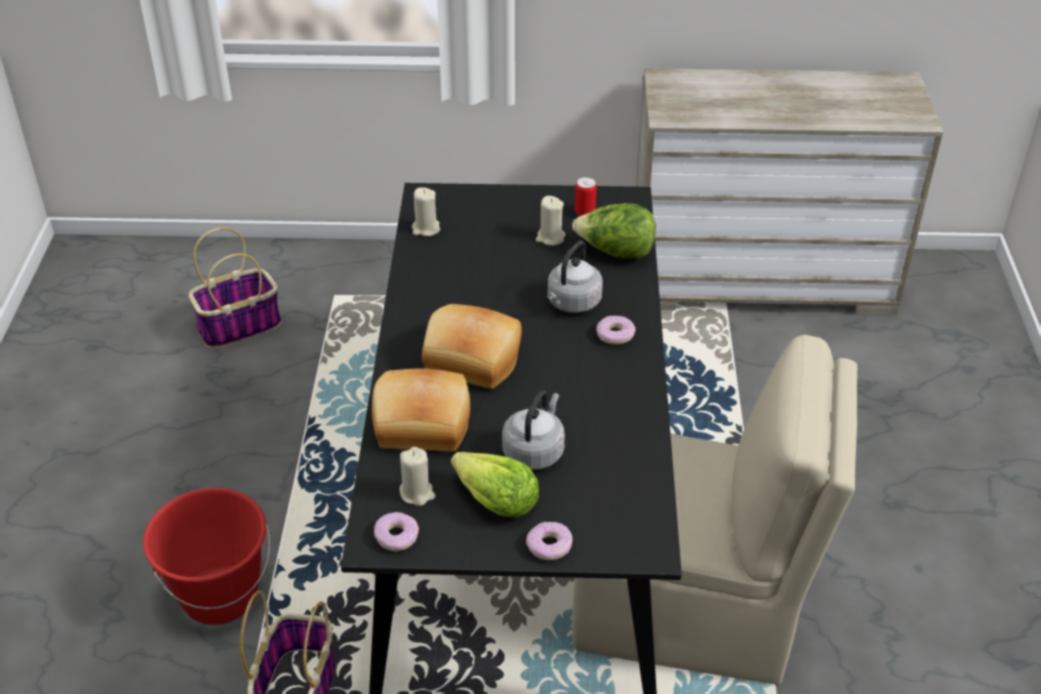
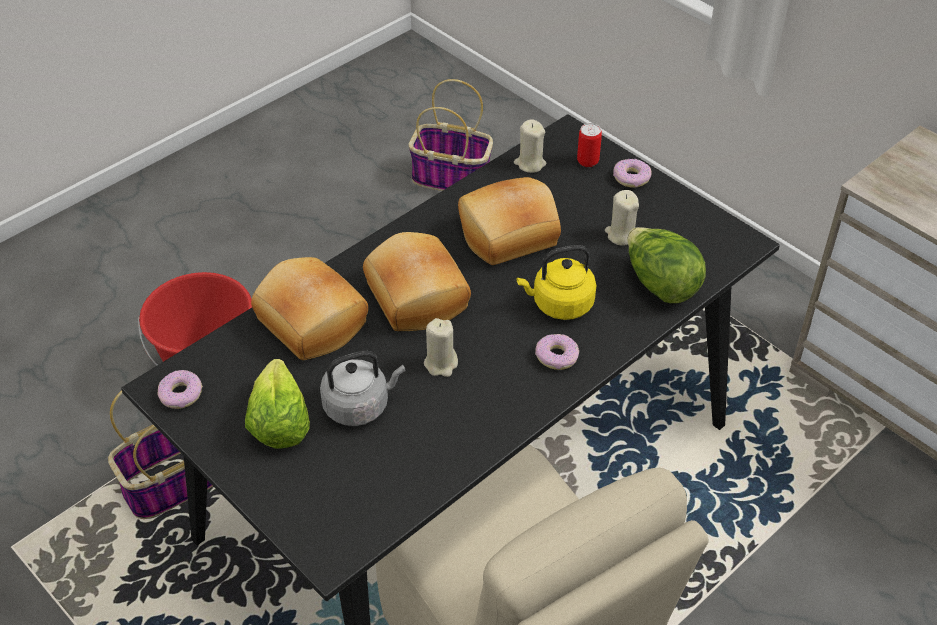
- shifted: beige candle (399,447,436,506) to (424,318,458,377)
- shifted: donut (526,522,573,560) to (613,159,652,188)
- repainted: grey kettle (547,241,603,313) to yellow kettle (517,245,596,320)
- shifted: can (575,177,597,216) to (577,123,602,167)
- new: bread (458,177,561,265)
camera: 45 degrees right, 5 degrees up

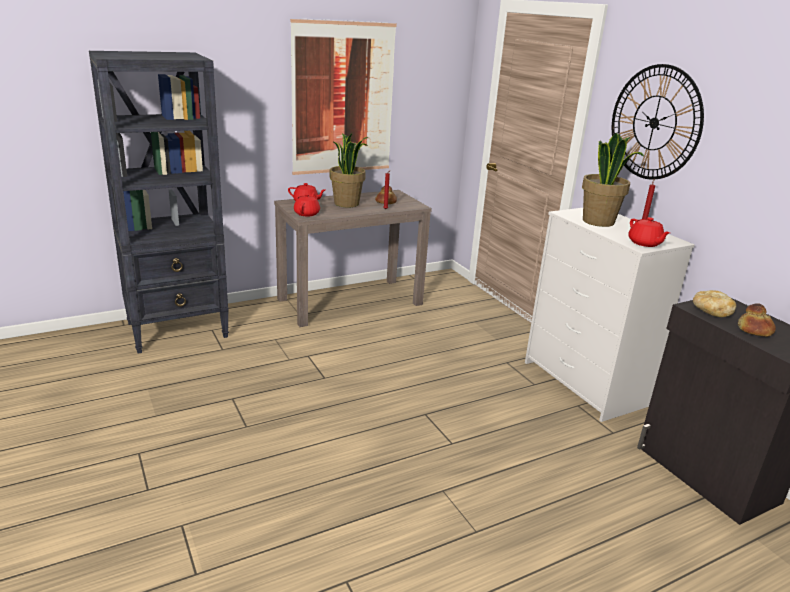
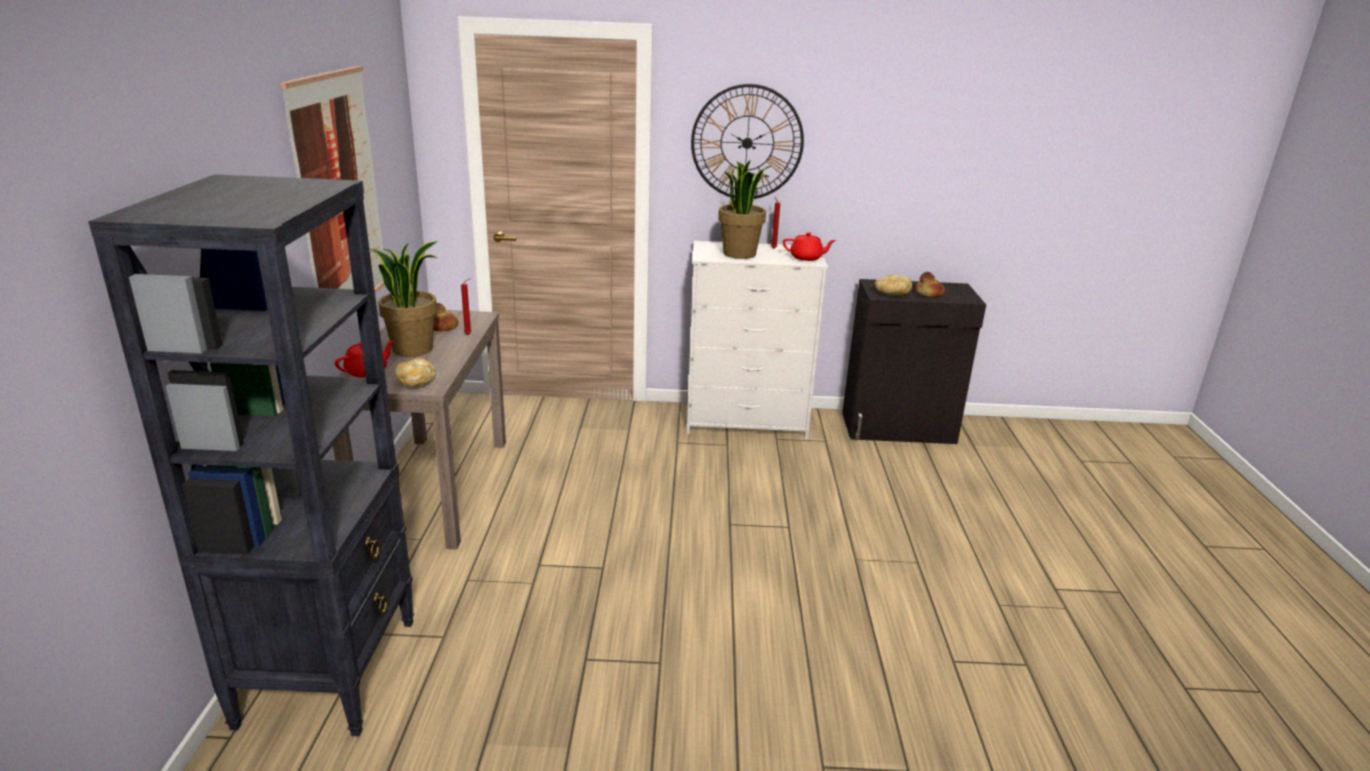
- swapped: red teapot (294,192,320,216) to bread (394,358,436,387)
camera: 60 degrees left, 0 degrees up

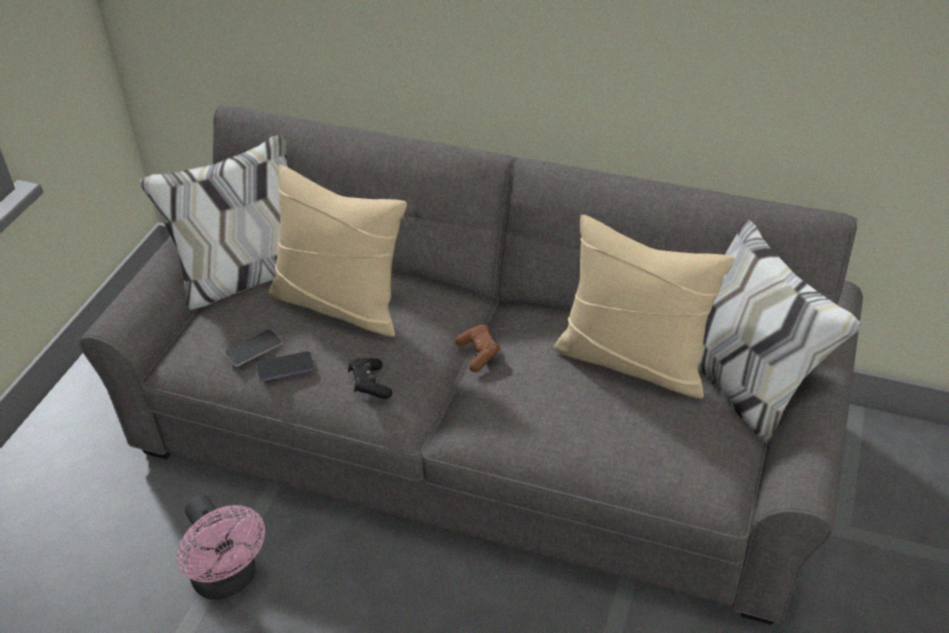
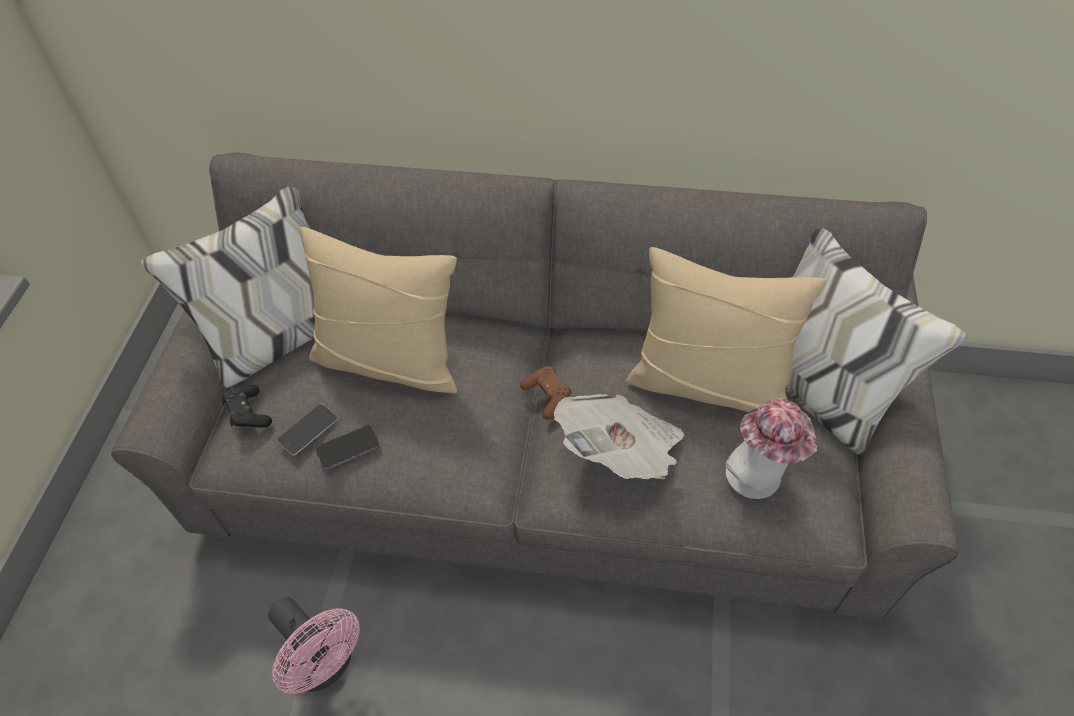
- shifted: black game controller (348,358,392,399) to (222,385,272,428)
- new: newspaper (554,394,684,479)
- new: hat (725,399,817,499)
camera: 10 degrees left, 10 degrees up

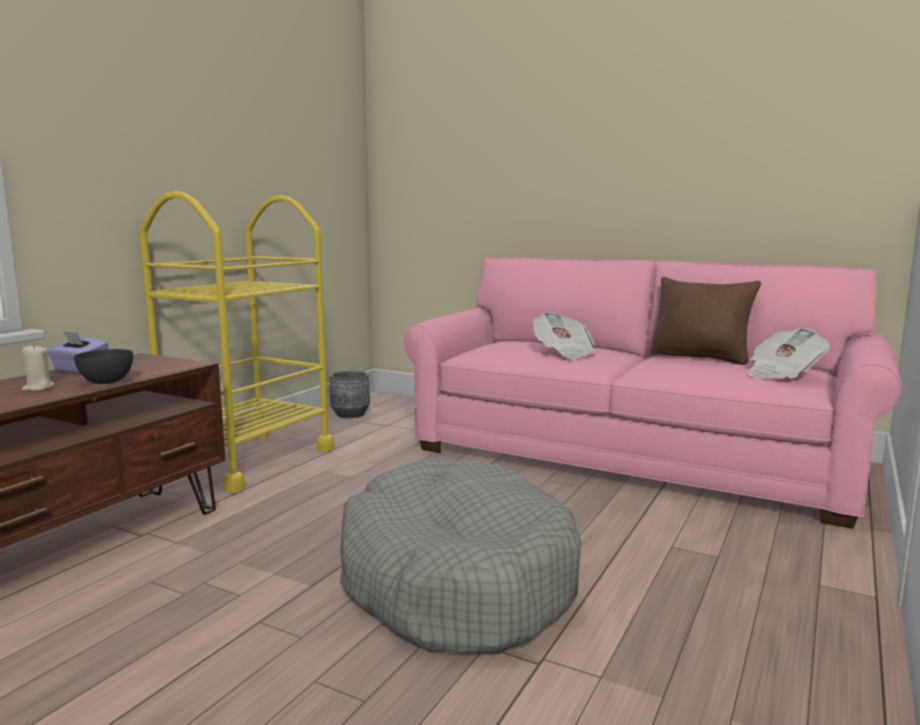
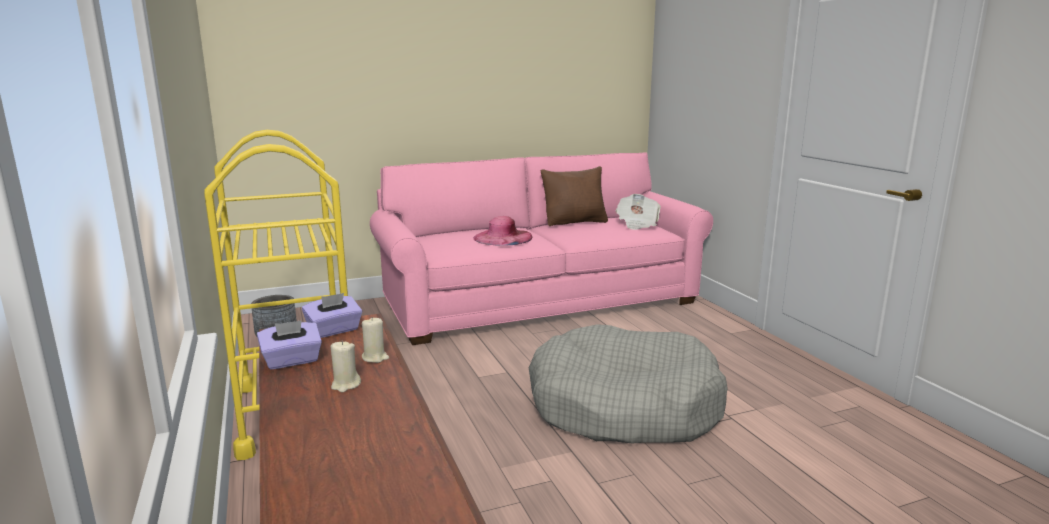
- swapped: grey bowl (74,349,133,384) to beige candle (362,317,389,363)
- swapped: newspaper (533,312,596,360) to pink hat (473,216,532,246)
- new: purple tissue box (302,293,362,338)
camera: 50 degrees left, 5 degrees up

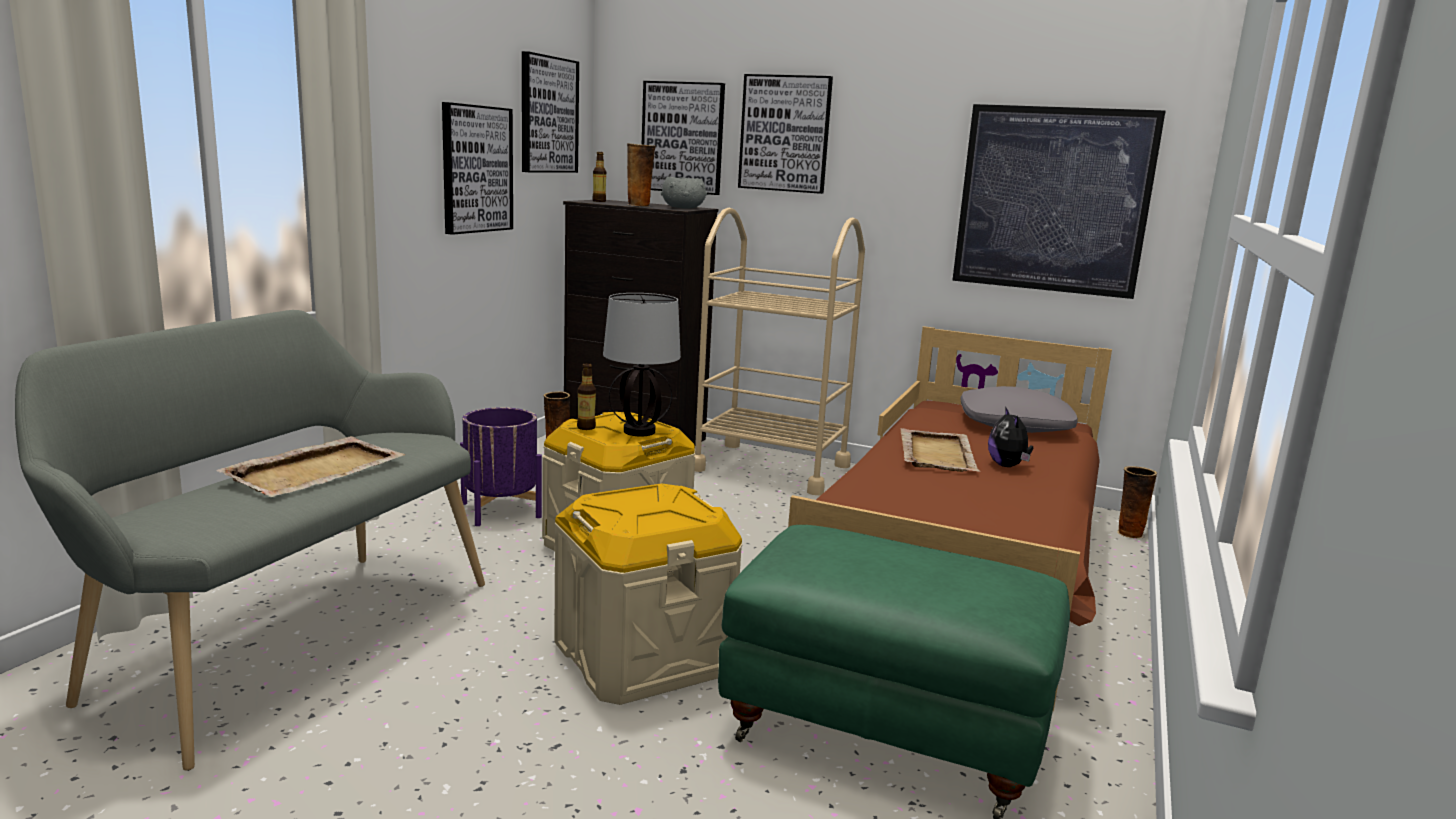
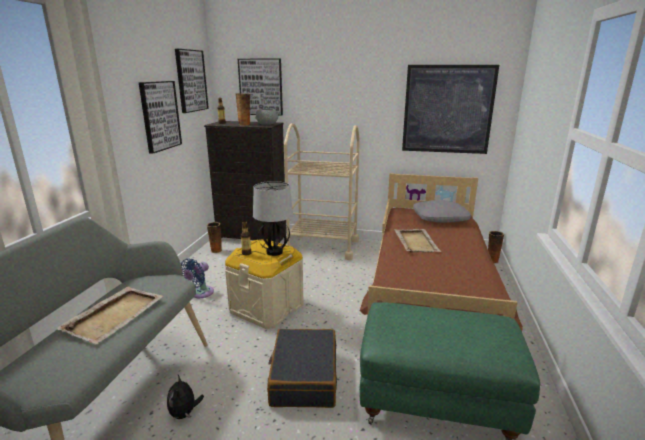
- swapped: purple planter (460,407,542,526) to blue fan (181,258,214,298)
- swapped: beige storage box (554,483,743,705) to black suitcase (267,329,337,408)
- gone: picture (738,74,833,194)
- shifted: plush toy (988,406,1033,467) to (167,375,204,419)
camera: 10 degrees left, 5 degrees up

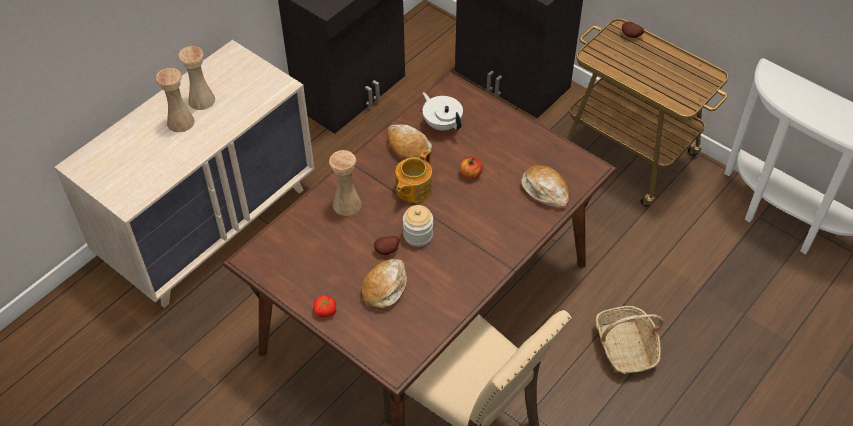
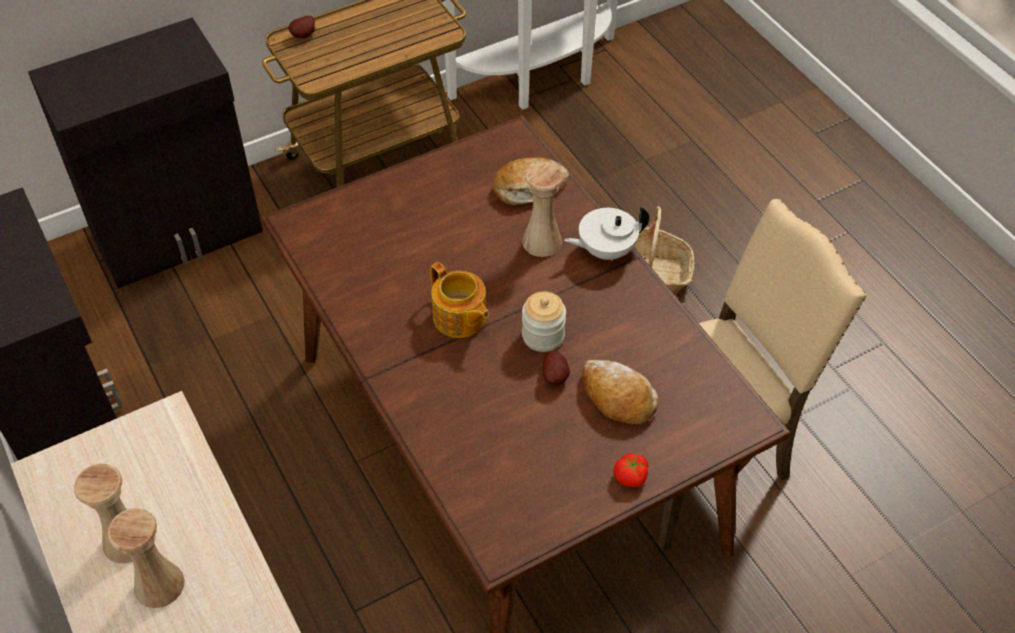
- shifted: beige vase (329,150,362,216) to (522,162,564,257)
- gone: bread (387,125,432,160)
- shifted: white teapot (423,92,463,131) to (564,207,649,261)
- gone: apple (460,157,483,179)
camera: 70 degrees left, 0 degrees up

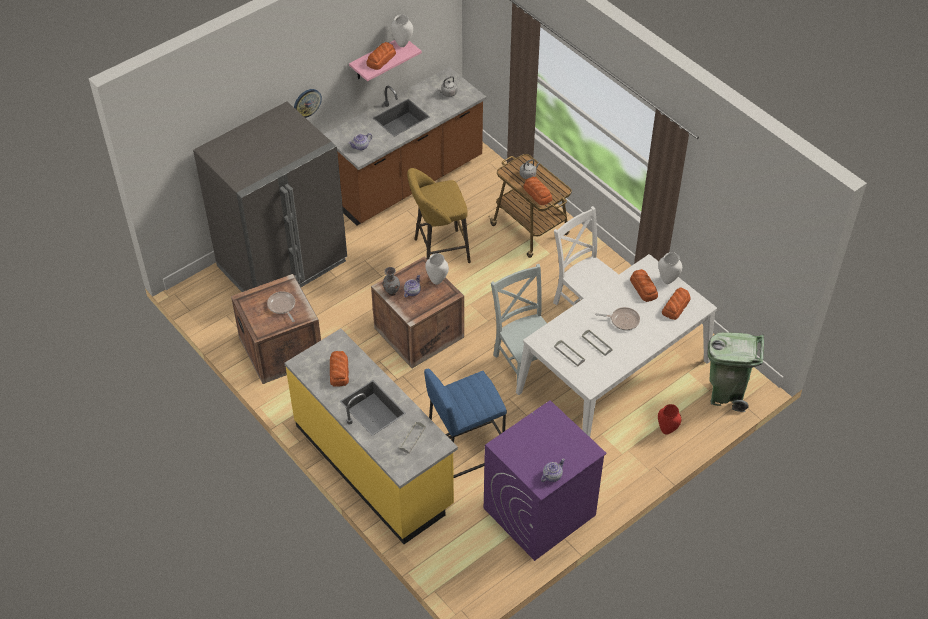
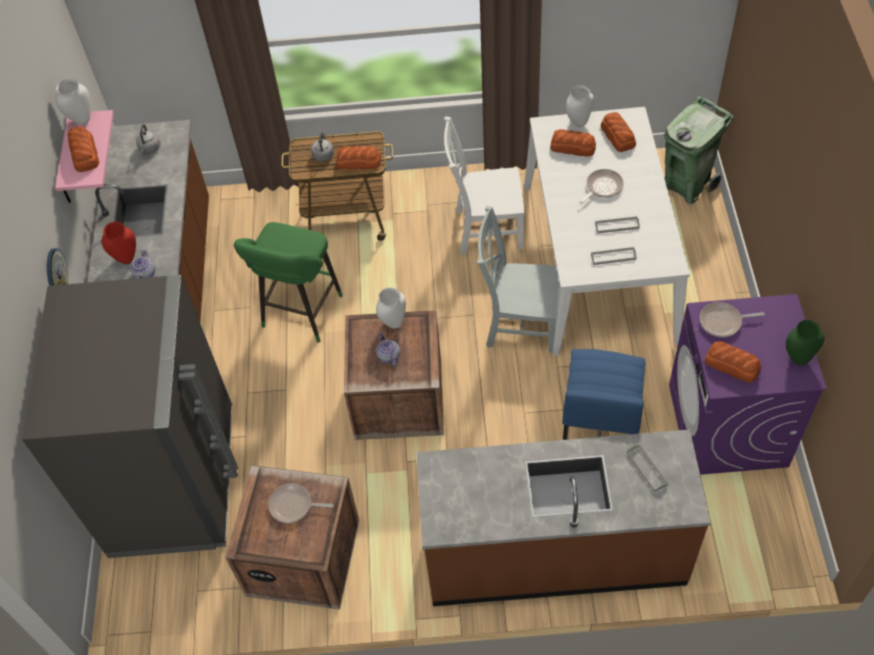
- repainted: yellow counter (285,329,458,544) to brown counter (416,429,711,606)
- shifted: bread (330,351,349,387) to (705,341,761,383)
- gone: grey vase (383,267,400,296)
- repainted: yellow stool (407,168,471,263) to green stool (234,222,343,343)
- swapped: teapot (541,459,565,482) to green vase (786,320,825,365)
- shifted: red vase (658,404,681,435) to (101,222,136,264)
- new: frying pan (700,302,765,337)
camera: 50 degrees left, 5 degrees up

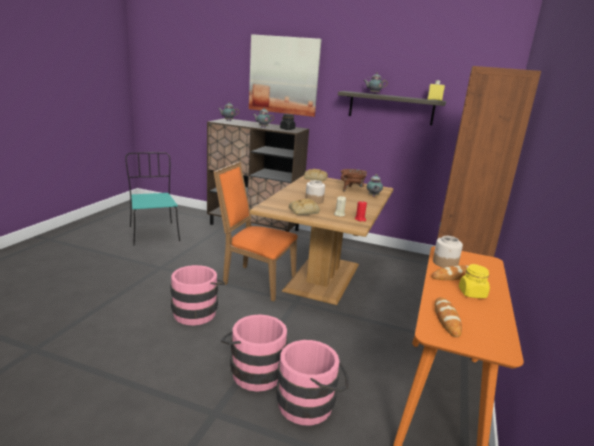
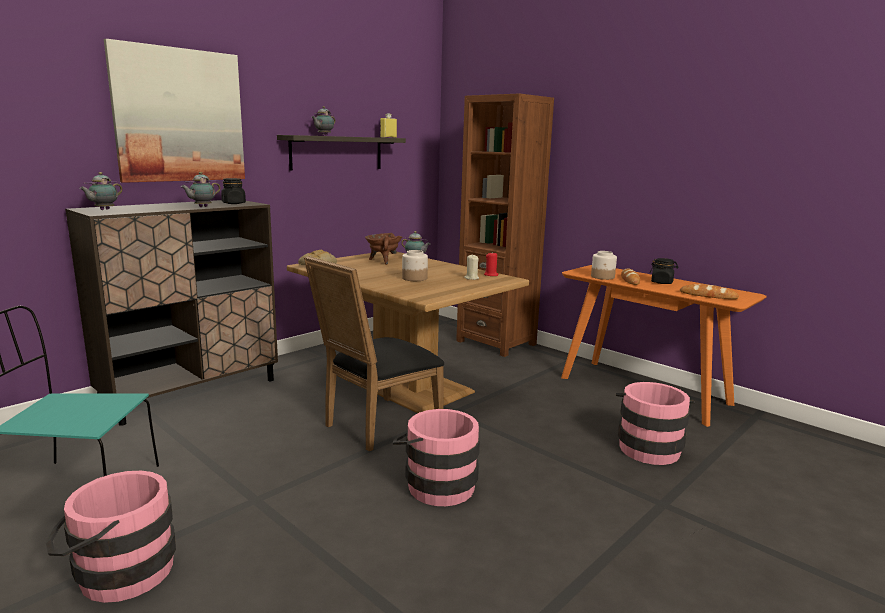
- repainted: orange chair (213,162,298,301) to black chair (304,256,444,451)
- shifted: pink bucket (221,314,288,392) to (46,471,176,603)
- gone: bread (289,199,320,215)
- repainted: yellow jar (459,264,490,298) to black jar (650,258,678,284)
camera: 65 degrees left, 5 degrees down

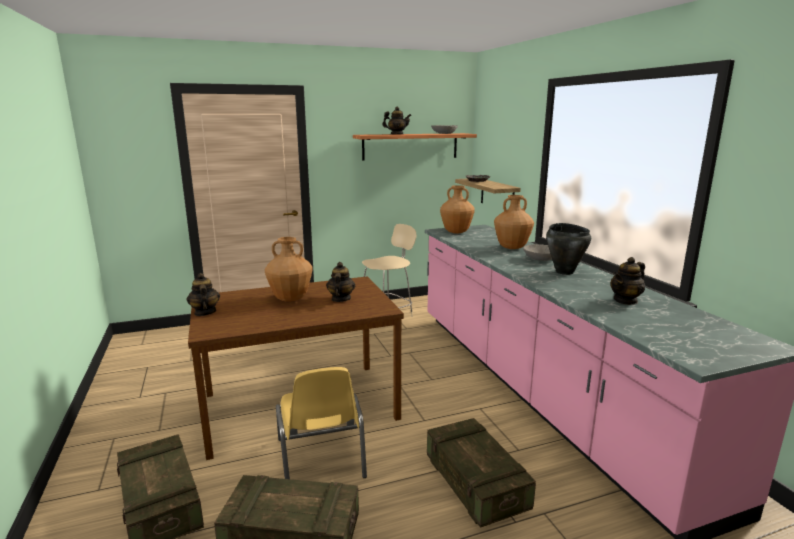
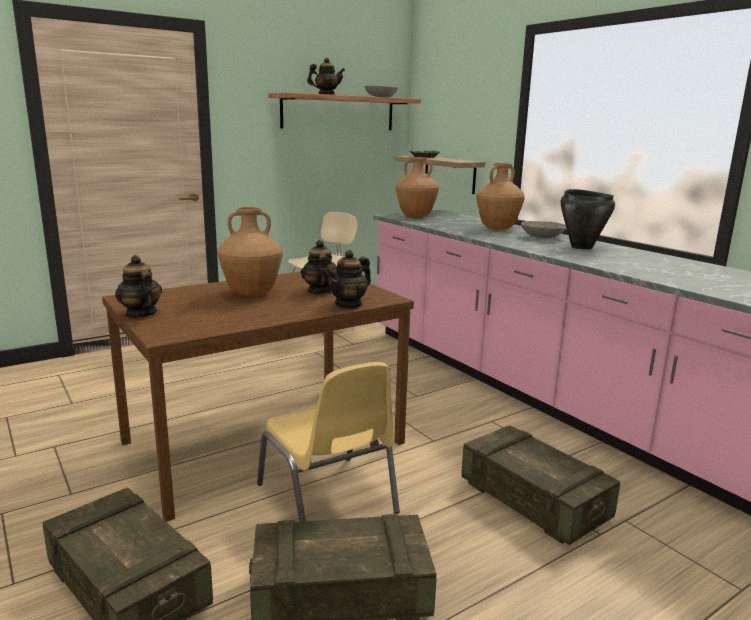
- shifted: teapot (611,257,645,305) to (326,250,371,309)
camera: 15 degrees left, 0 degrees up

